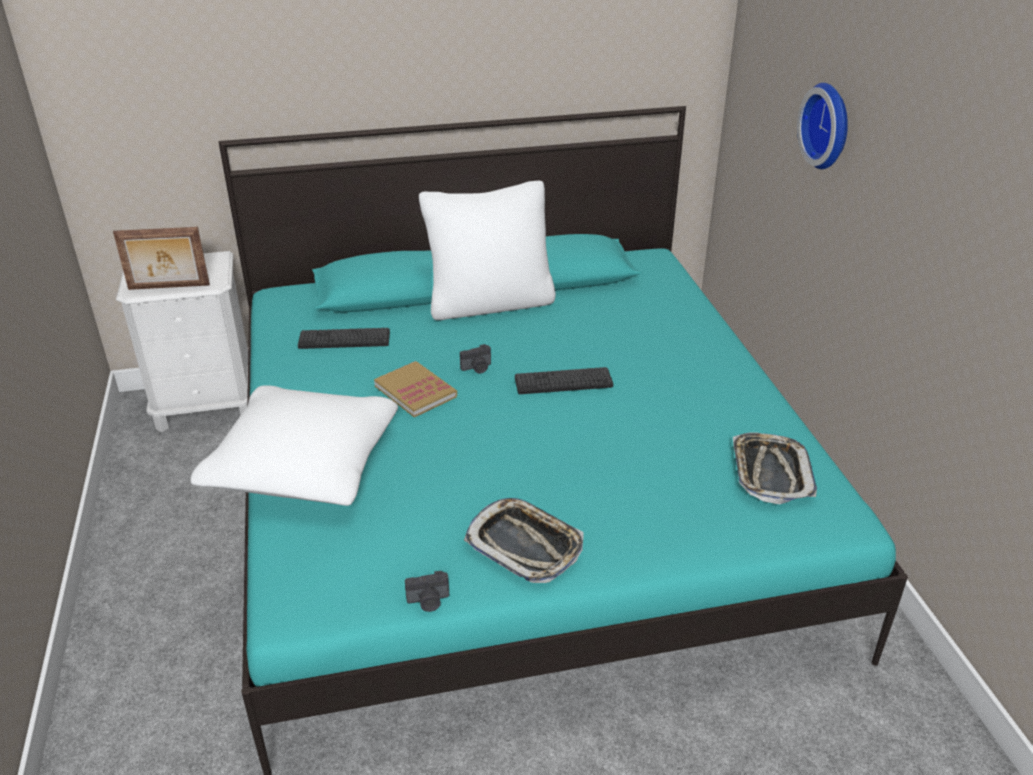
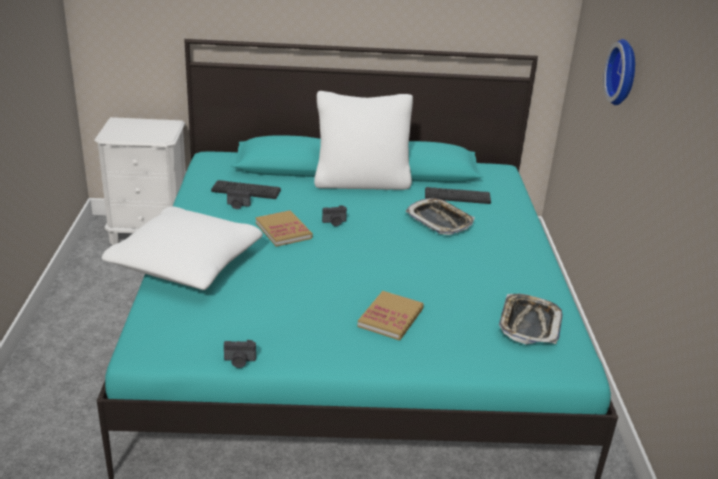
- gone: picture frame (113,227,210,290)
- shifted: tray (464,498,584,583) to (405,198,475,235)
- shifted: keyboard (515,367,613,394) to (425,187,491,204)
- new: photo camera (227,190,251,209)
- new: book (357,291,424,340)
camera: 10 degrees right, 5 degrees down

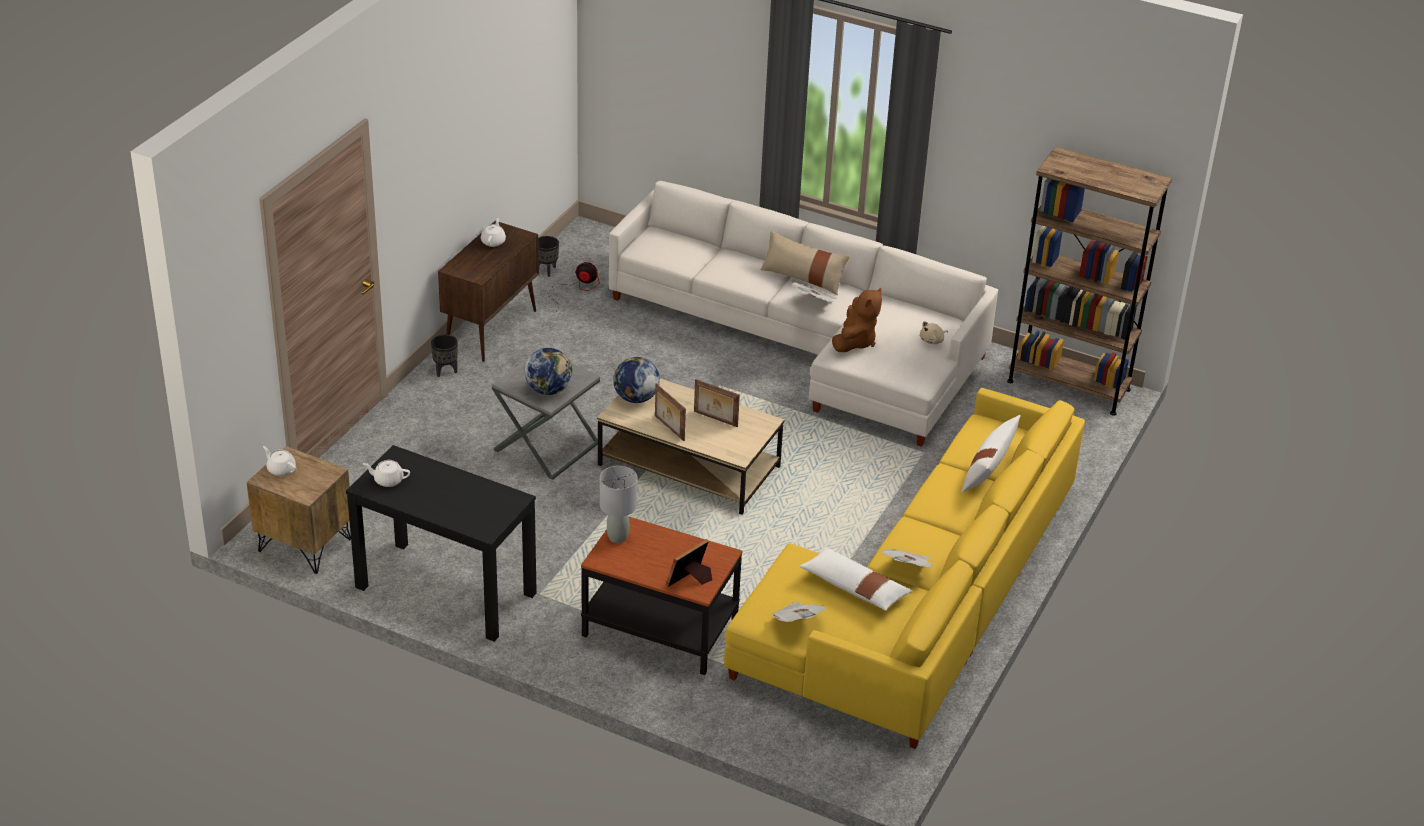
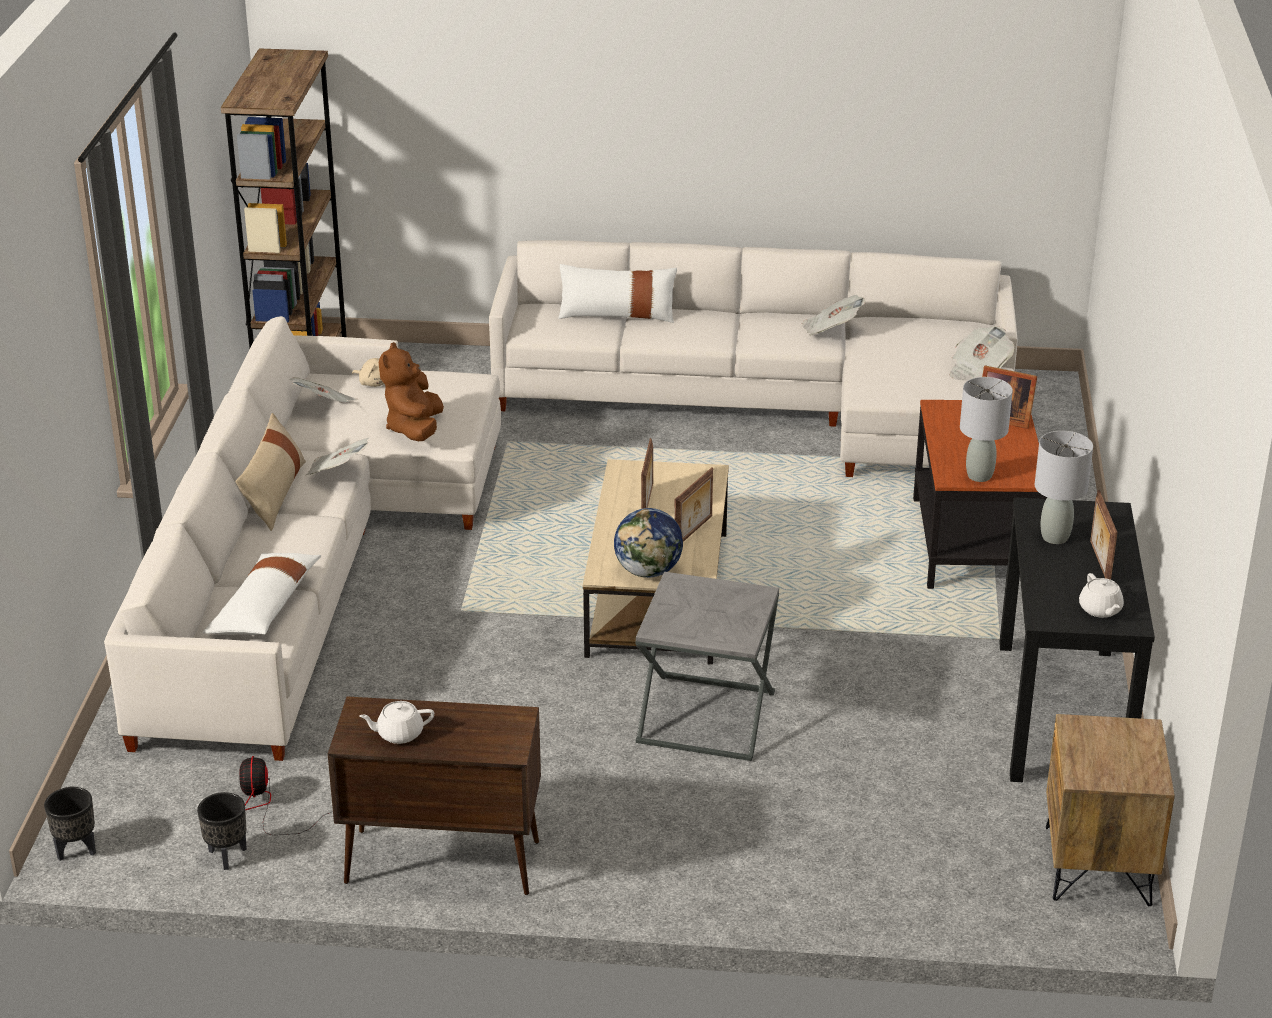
- gone: white teapot (263,446,296,476)
- shifted: black planter (431,334,458,377) to (44,787,96,861)
- gone: globe (525,348,572,395)
- repainted: yellow sofa (724,388,1085,749) to white sofa (489,240,1017,477)
- shifted: white pillow (799,547,913,611) to (203,553,321,635)
- rotated: brown plush toy (832,288,882,352) = (379,342,444,441) 90 degrees counterclockwise
- new: newspaper (289,377,359,403)
- new: grey table lamp (1035,431,1093,544)
- new: picture frame (1090,490,1118,580)
camera: 110 degrees left, 5 degrees down

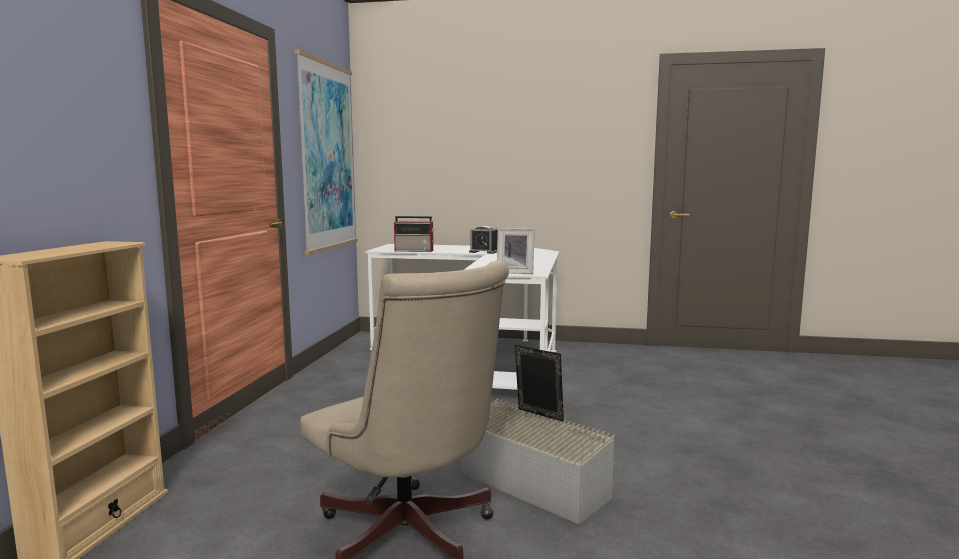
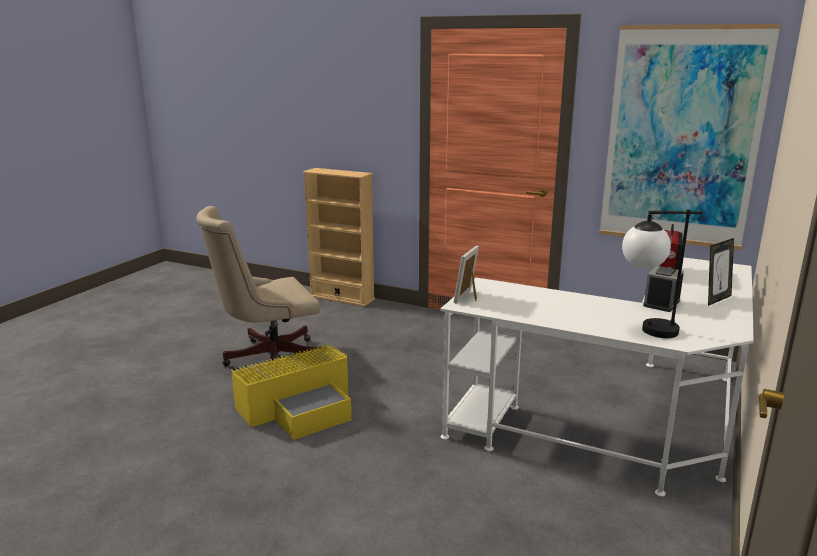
- repainted: grey storage box (461,398,615,524) to yellow storage box (231,344,352,440)
- shifted: picture frame (515,345,564,422) to (708,238,734,306)
- new: table lamp (622,209,703,338)
camera: 105 degrees right, 10 degrees up

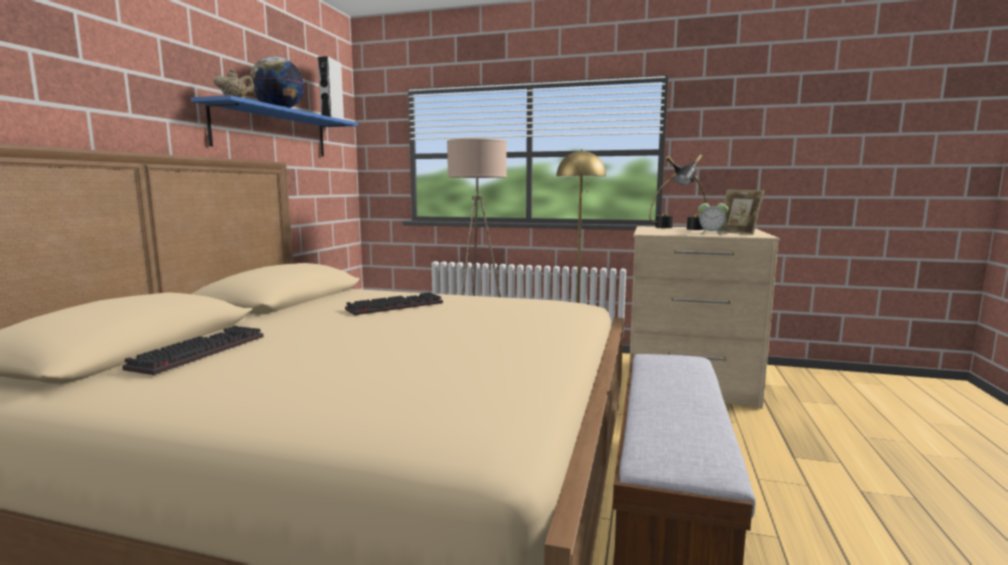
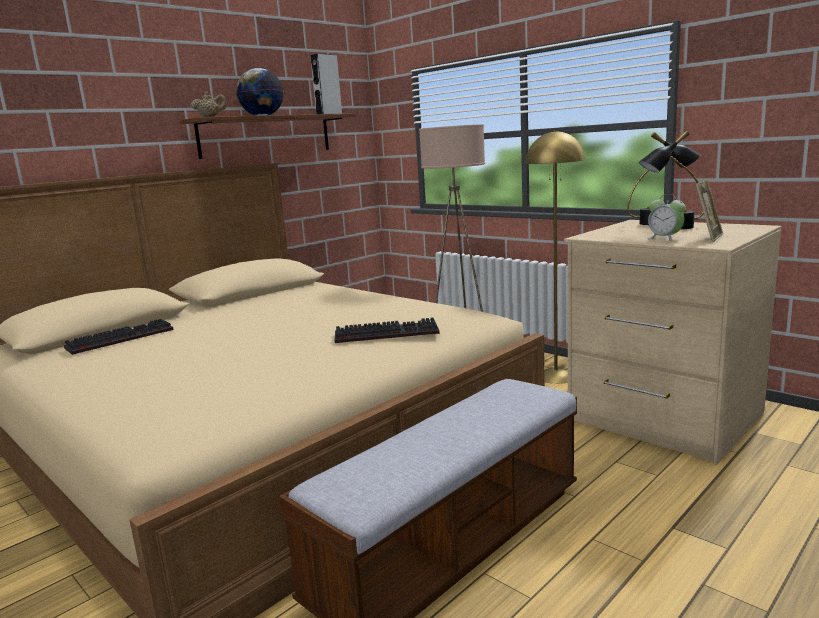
- repainted: blue shelf (191,95,358,157) to brown shelf (180,114,356,159)
- shifted: keyboard (345,292,443,315) to (335,318,440,343)
- rotated: picture frame (718,190,764,235) = (695,180,723,242) 135 degrees counterclockwise
camera: 30 degrees right, 5 degrees up

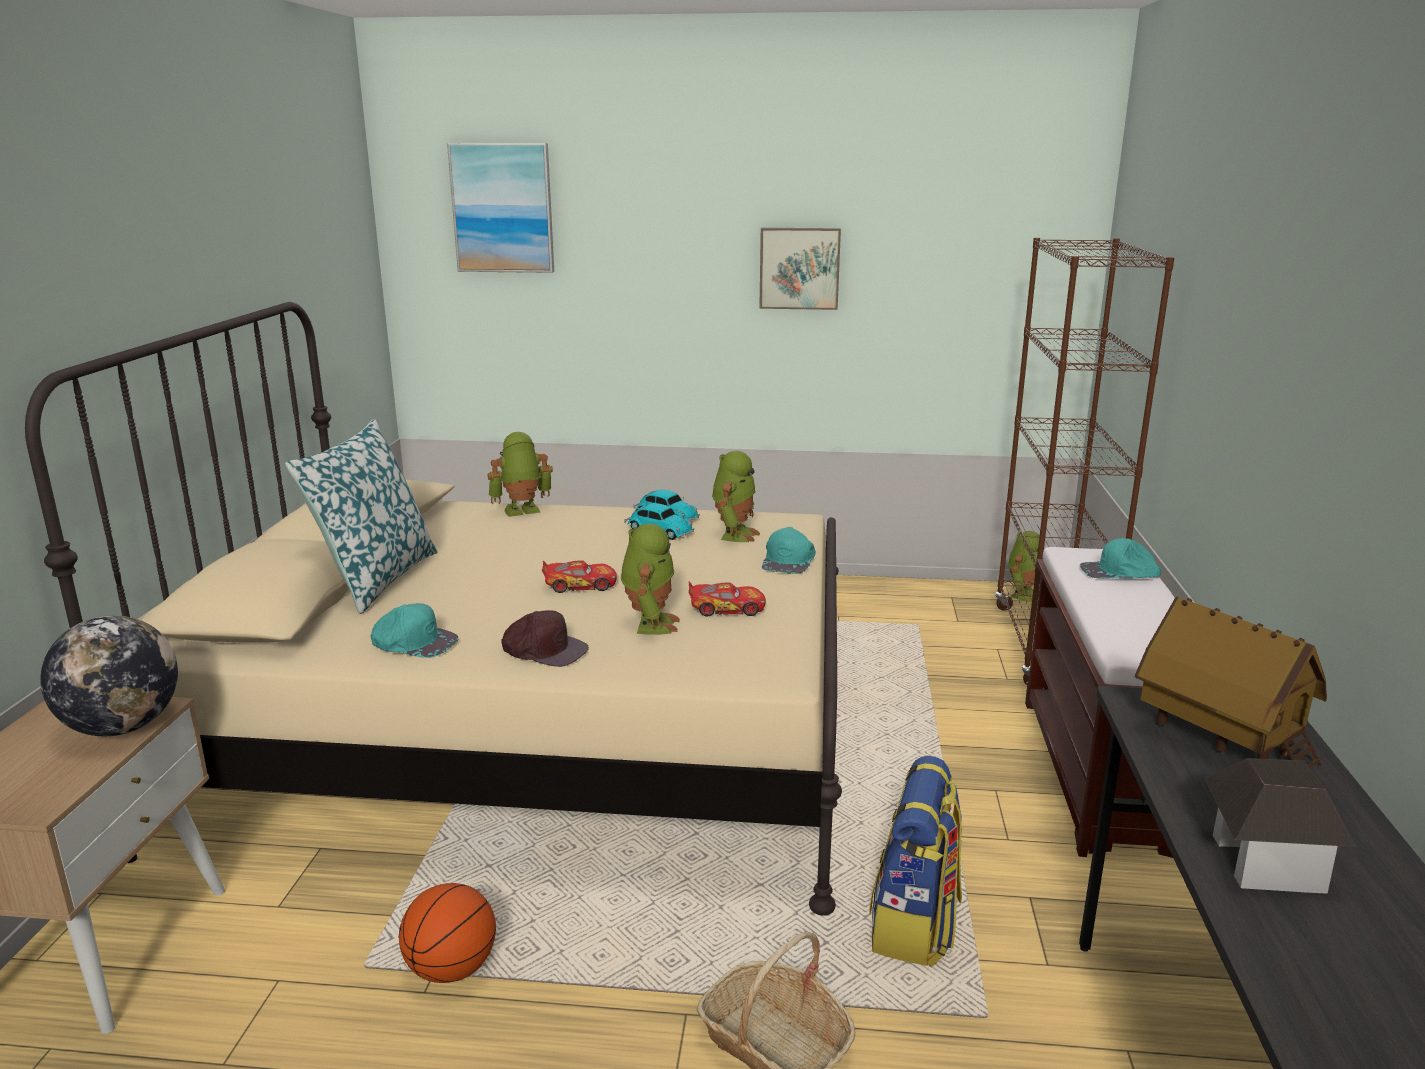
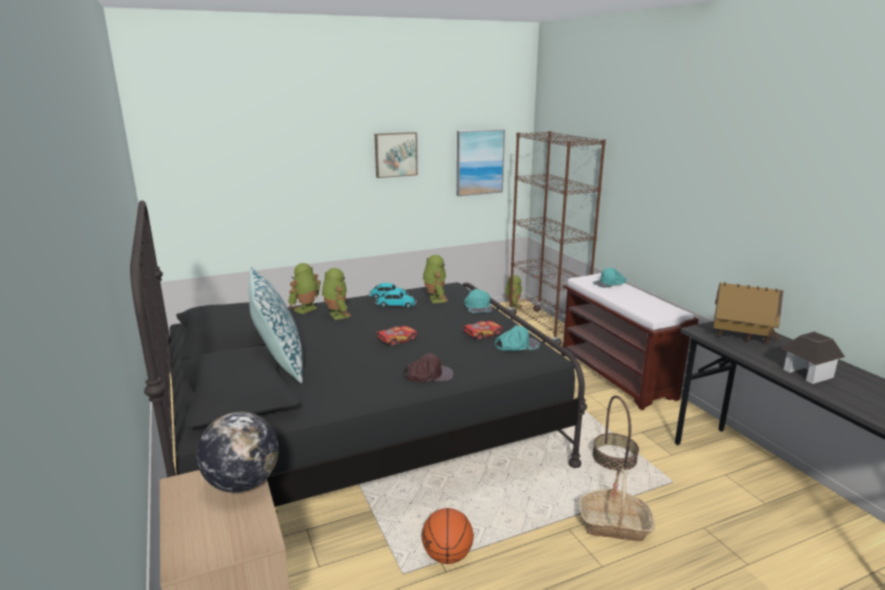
- repainted: beige bed (25,302,842,916) to black bed (130,200,587,507)
- shifted: turquoise cap (370,603,459,658) to (495,325,540,351)
- shifted: picture (447,143,554,273) to (457,129,505,196)
- shifted: toy robot (621,523,680,635) to (322,268,351,320)
- swapped: backpack (869,756,962,967) to basket (592,395,639,471)
camera: 30 degrees left, 0 degrees up

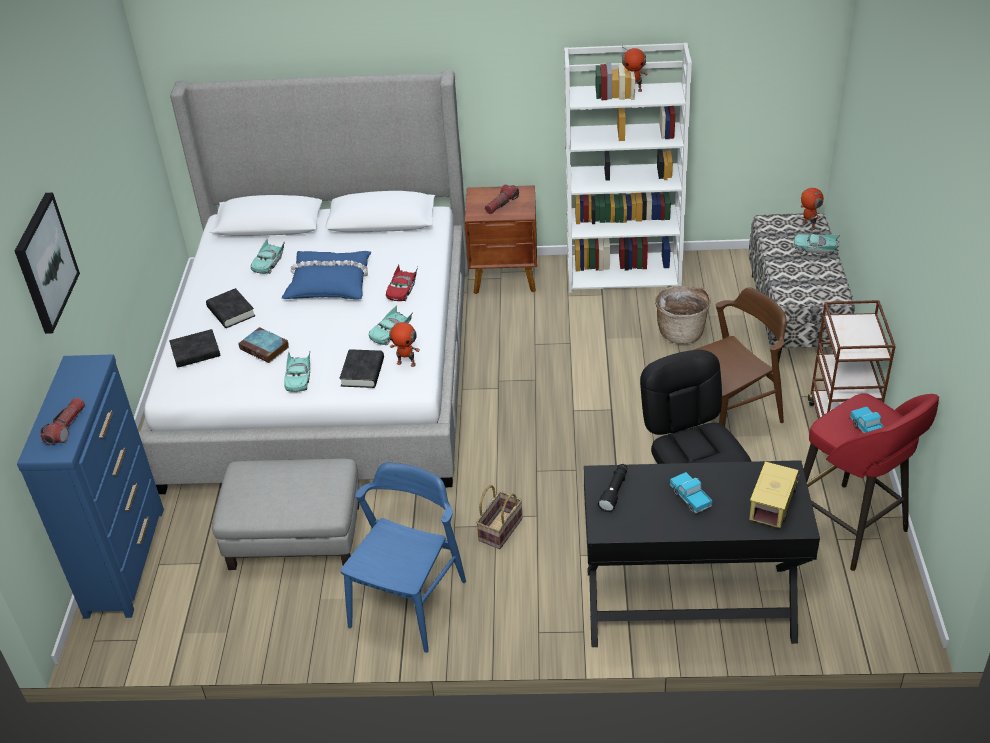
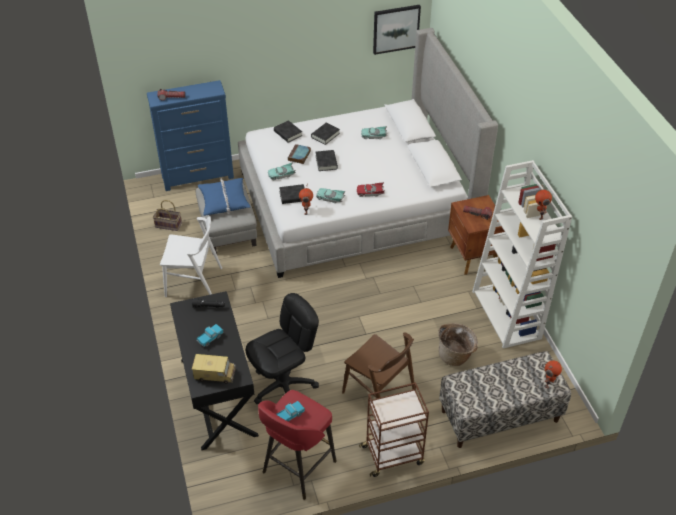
- shifted: picture (15,193,80,334) to (373,5,421,55)
- shifted: blue pillow (282,251,371,299) to (198,178,250,216)
- repainted: blue chair (341,463,466,653) to white chair (160,216,222,297)
- shifted: basket (476,485,523,549) to (153,200,182,231)
- gone: turquoise toy car (794,234,841,255)
- new: black book (316,150,338,171)
camera: 70 degrees right, 5 degrees up

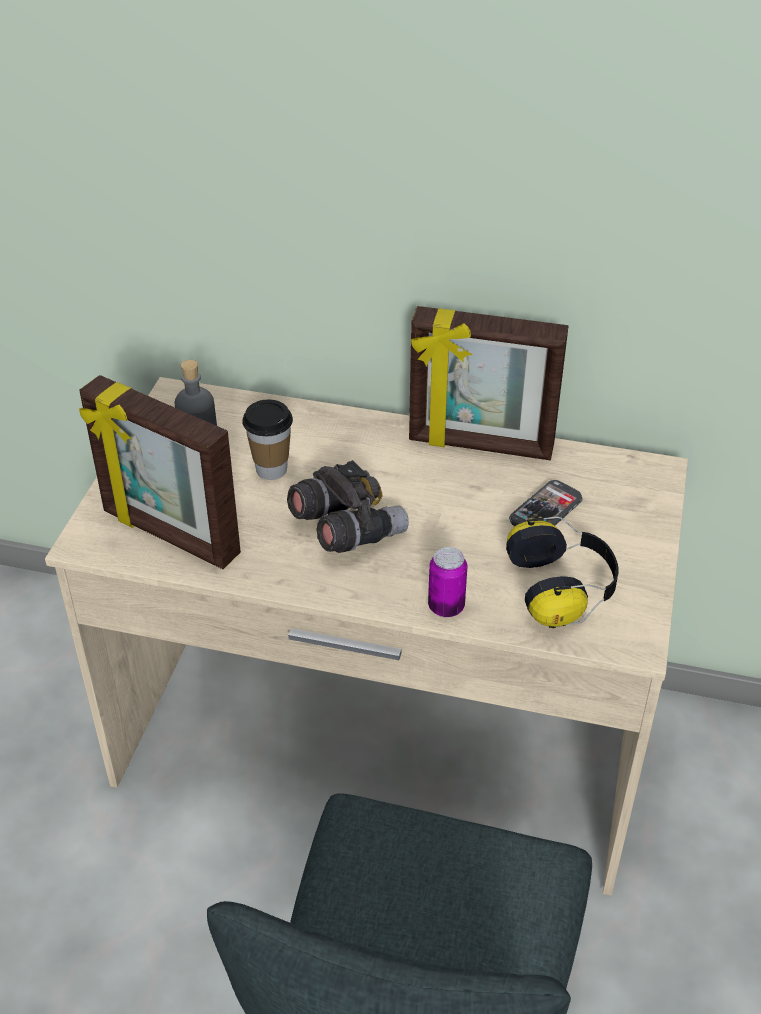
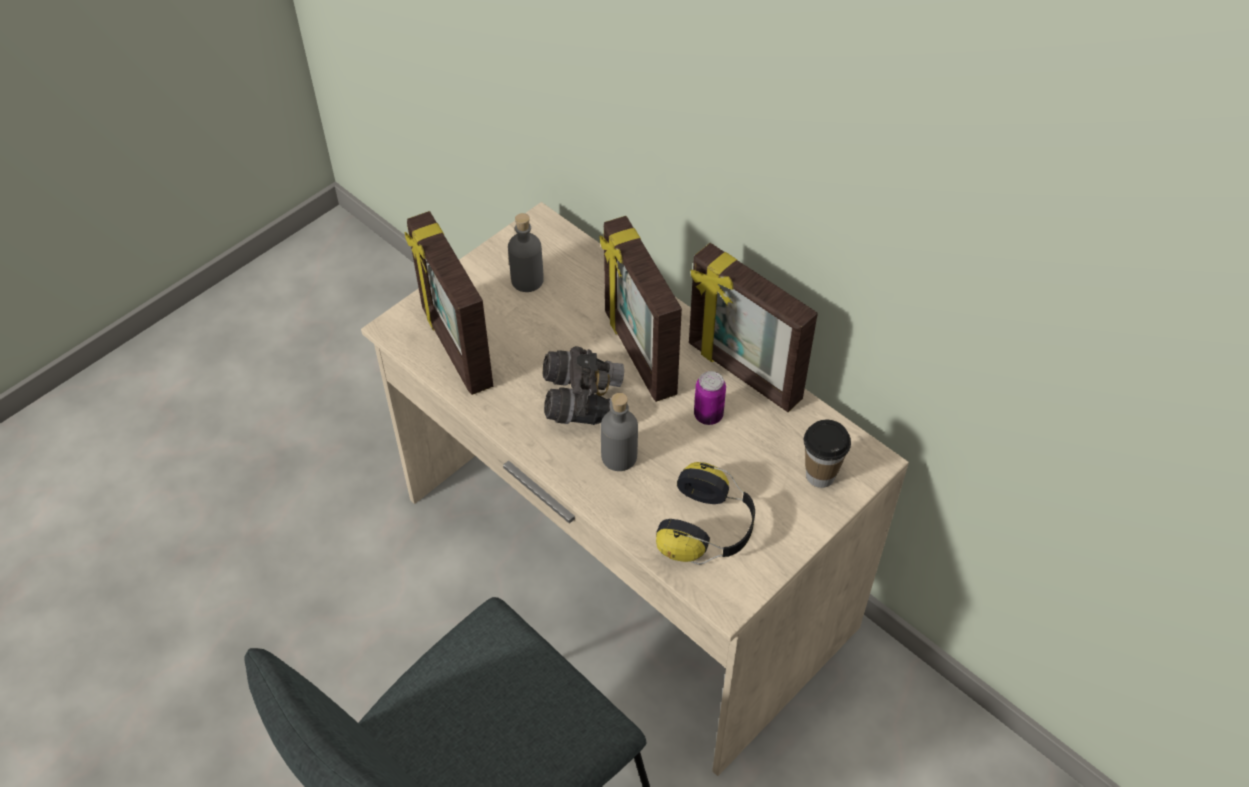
- shifted: cup (242,400,293,480) to (804,420,851,488)
- shifted: can (428,547,467,617) to (694,371,726,425)
- gone: phone (509,480,583,526)
- new: picture frame (600,216,682,402)
- new: grey bottle (601,393,638,471)
camera: 30 degrees right, 10 degrees up

